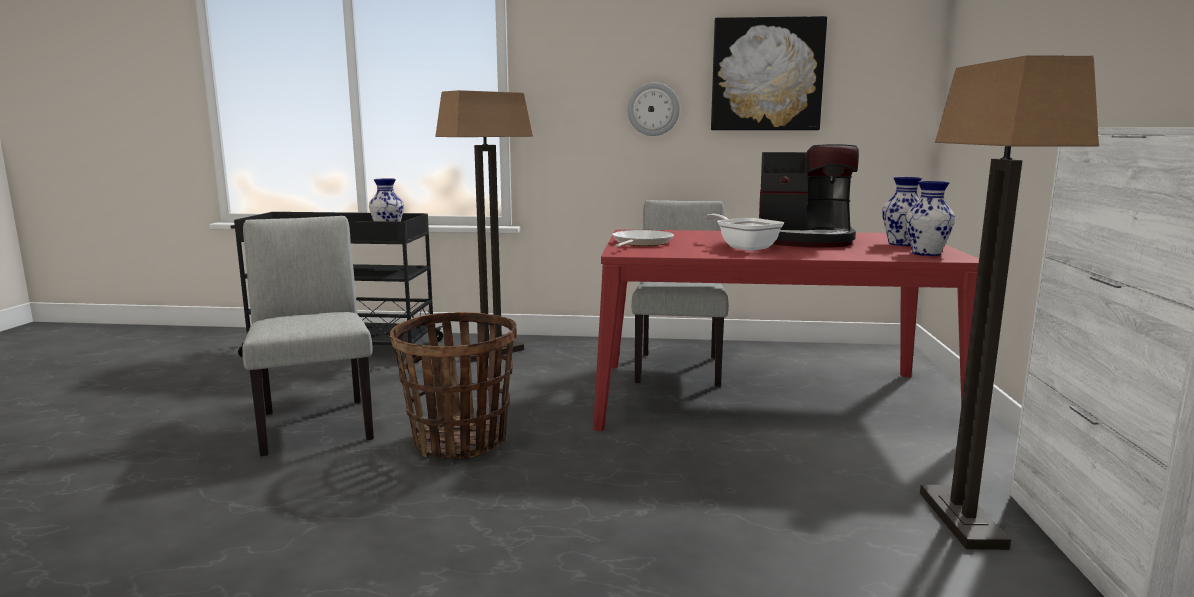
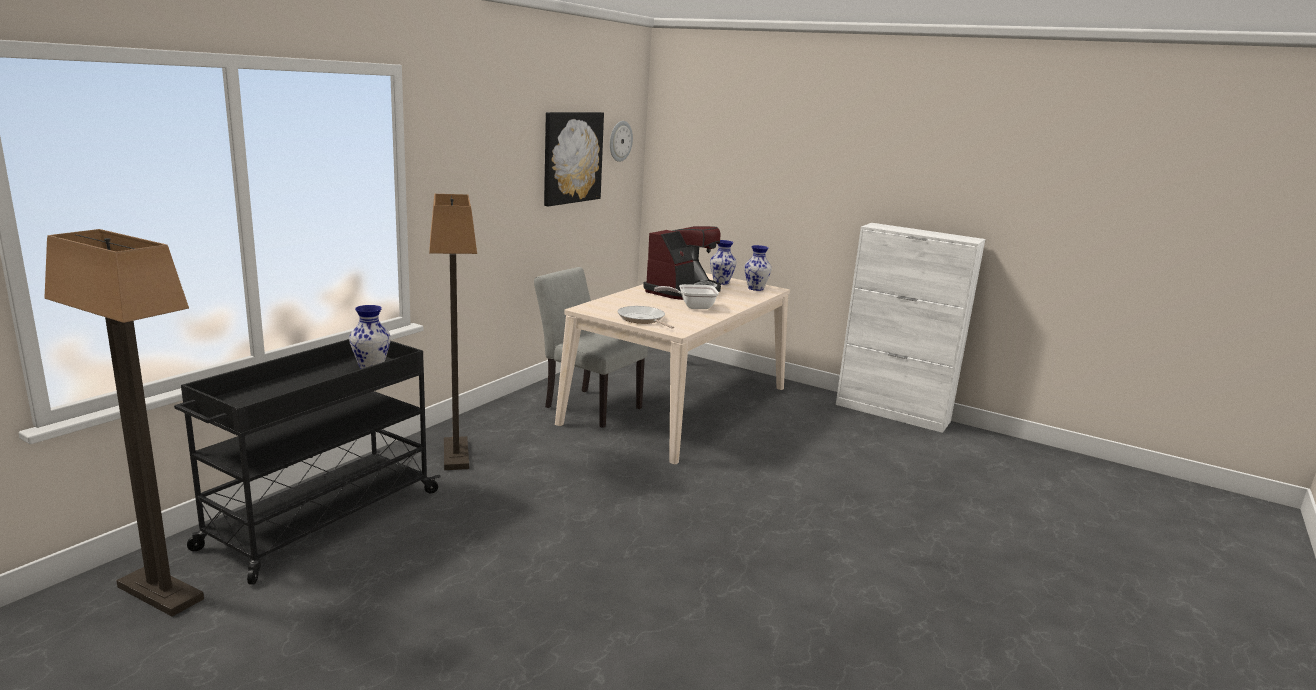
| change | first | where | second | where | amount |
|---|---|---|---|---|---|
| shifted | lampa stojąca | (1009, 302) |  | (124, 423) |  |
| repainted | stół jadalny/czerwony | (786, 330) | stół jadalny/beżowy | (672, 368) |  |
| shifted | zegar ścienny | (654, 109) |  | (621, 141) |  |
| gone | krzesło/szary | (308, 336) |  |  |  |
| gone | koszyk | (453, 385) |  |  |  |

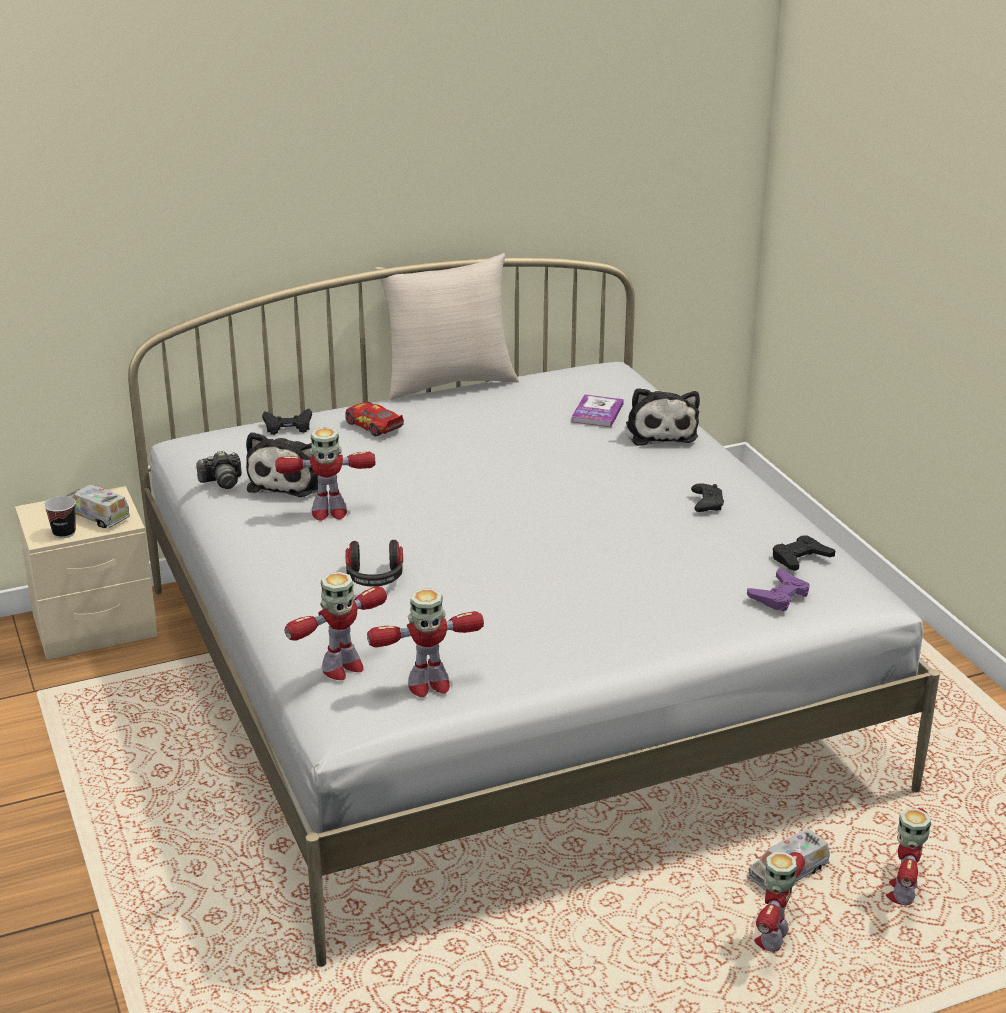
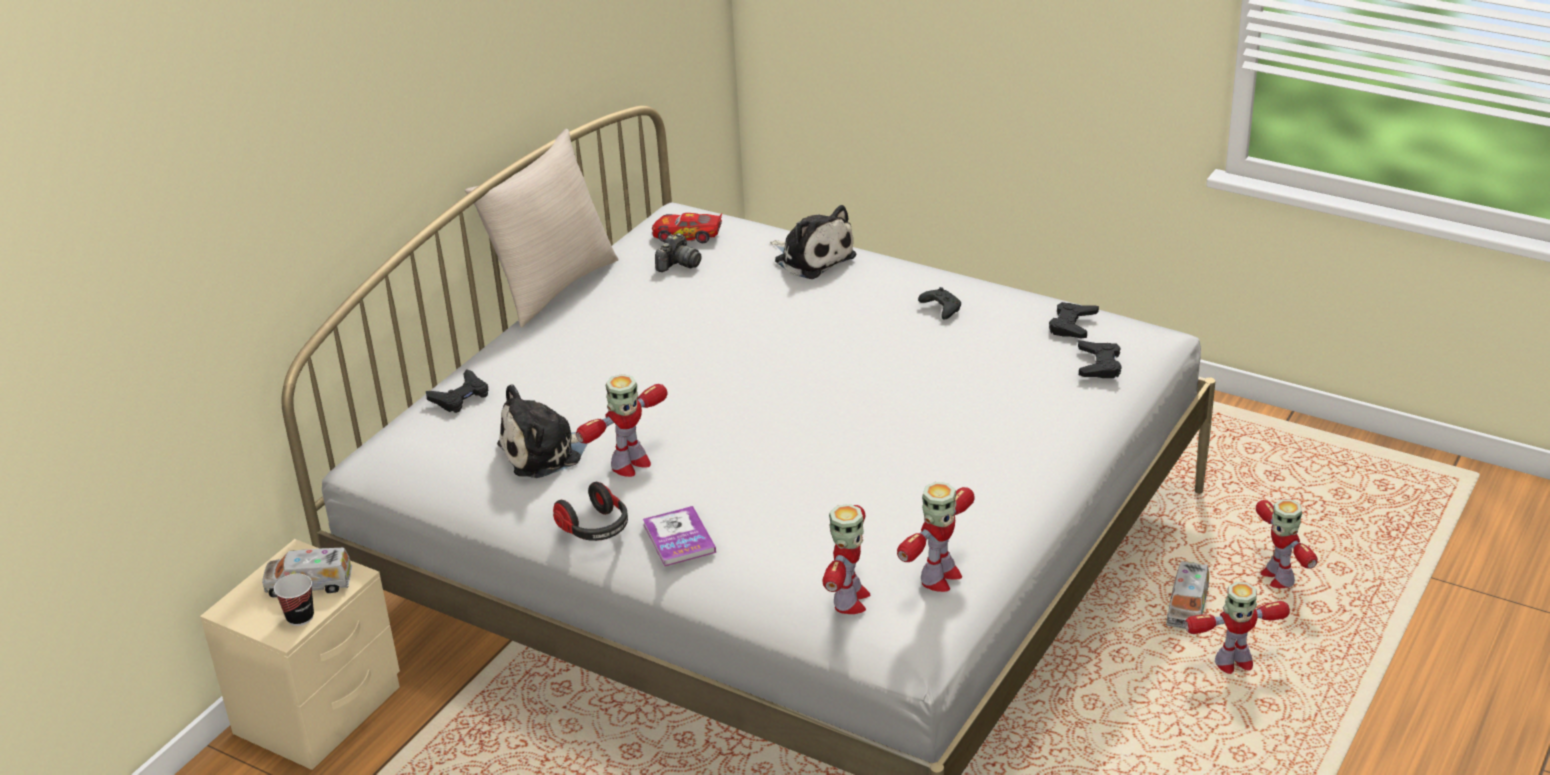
| change | first | where | second | where | amount |
|---|---|---|---|---|---|
| rotated | pluszak | (282, 464) |  | (542, 431) | 90 degrees clockwise |
| shifted | słuchawki | (374, 563) |  | (590, 511) |  |
| shifted | książka | (597, 410) |  | (679, 536) |  |
| shifted | samochodzik | (374, 419) |  | (687, 228) |  |
| shifted | aparat fotograficzny | (219, 469) |  | (678, 252) |  |
| repainted | pad do gier/fioletowy | (778, 589) | pad do gier/czarny | (1100, 359) |  |
| rotated | robot zabawkowy | (779, 902) |  | (1237, 628) | 90 degrees counterclockwise |

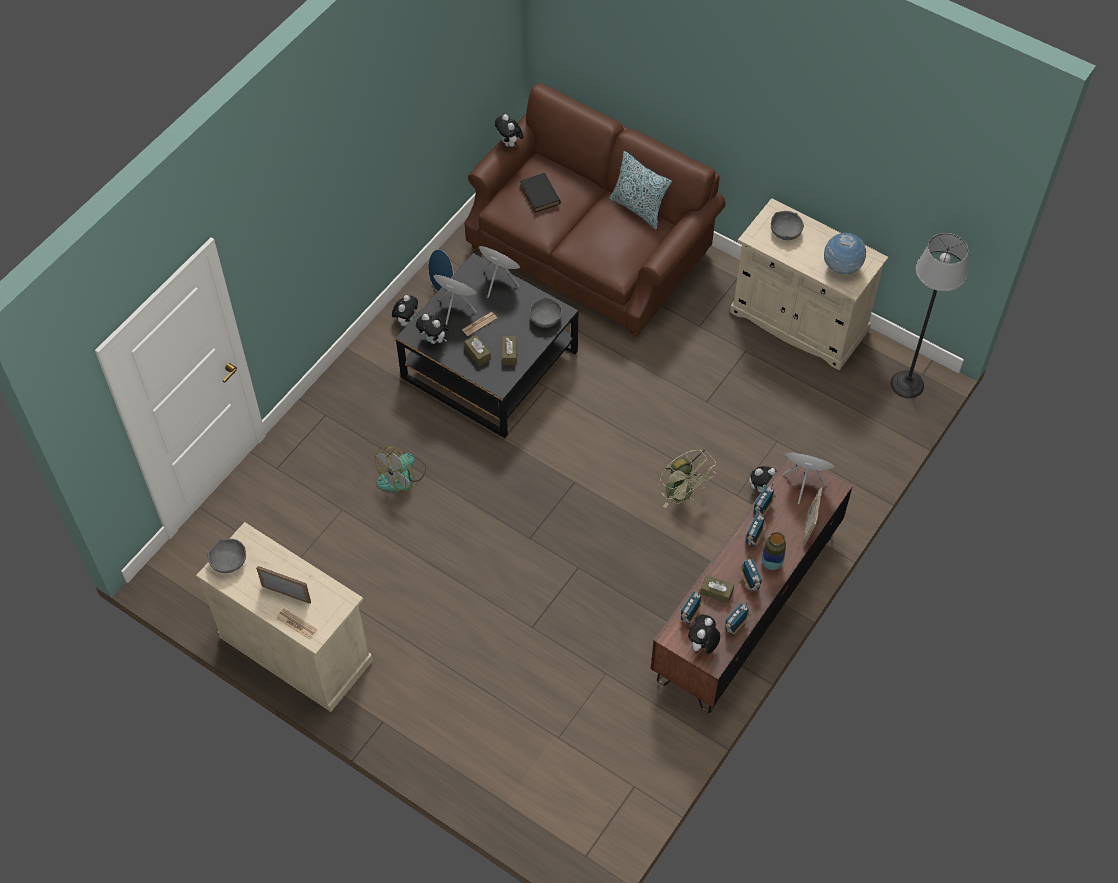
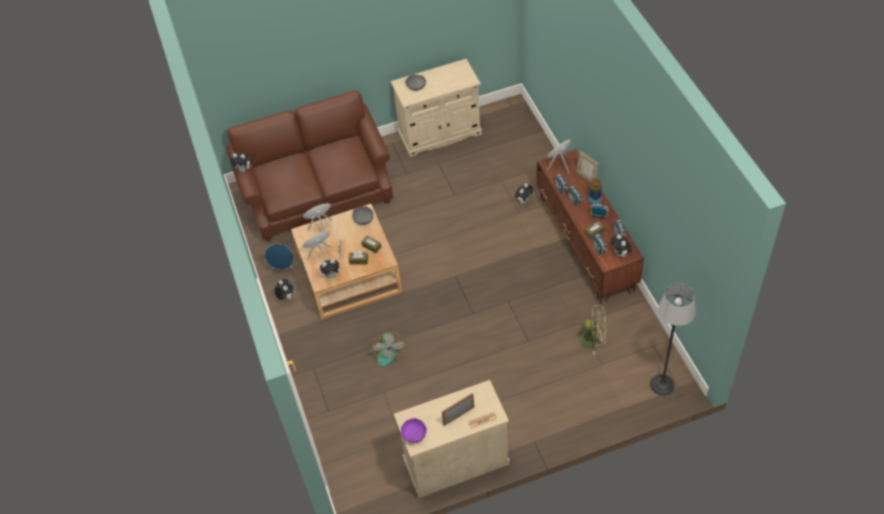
| change | first | where | second | where | amount |
|---|---|---|---|---|---|
| repainted | ława/czarny | (487, 345) | ława/beżowy | (346, 261) |  |
| repainted | miska/szary | (226, 556) | miska/fioletowy | (414, 430) |  |
| shifted | wentylator/zielony | (687, 478) |  | (590, 330) |  |
| shifted | lampa stojąca | (929, 315) |  | (673, 339) |  |
| gone | książka/czarny | (540, 193) |  |  |  |
| gone | poduszka | (641, 190) |  |  |  |
| gone | globus | (845, 254) |  |  |  |

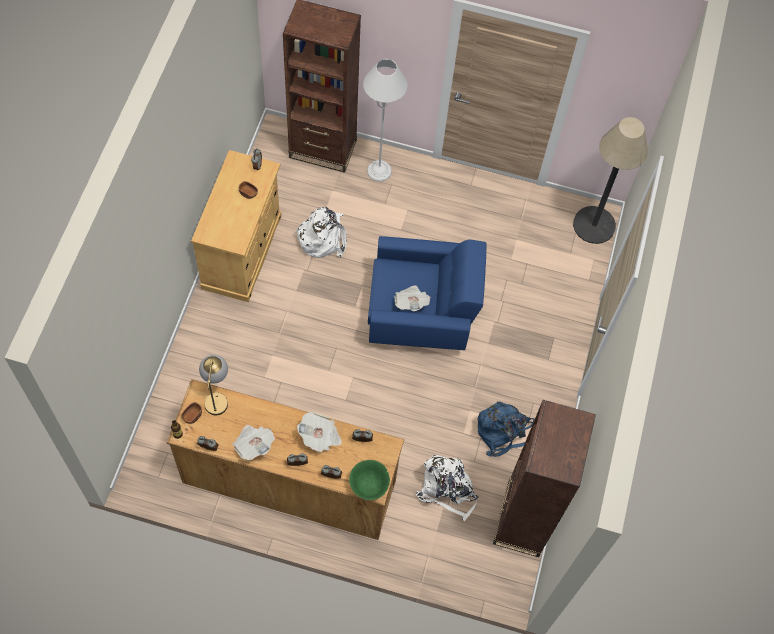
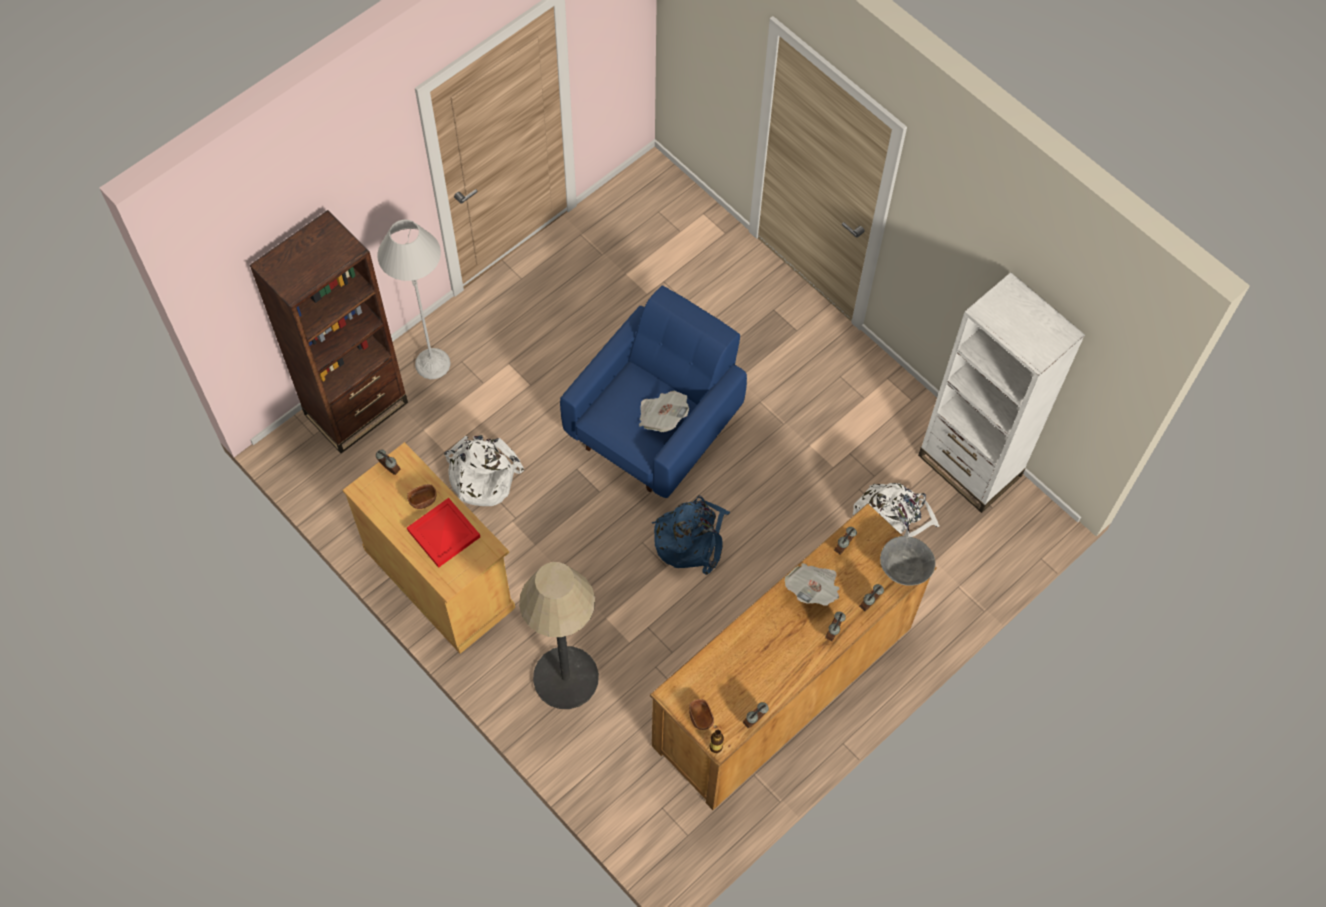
| change | first | where | second | where | amount |
|---|---|---|---|---|---|
| new |  |  | taca/czerwony | (443, 533) |  |
| shifted | lampa stojąca | (610, 180) |  | (559, 635) |  |
| shifted | plecak/niebieski | (506, 429) |  | (691, 535) |  |
| repainted | miska/zielony | (369, 480) | miska/szary | (908, 561) |  |
| repainted | regał/brązowy | (544, 478) | regał/biały | (1001, 392) |  |
| gone | lampa stołowa | (213, 385) |  |  |  |
| gone | gazeta | (253, 442) |  |  |  |

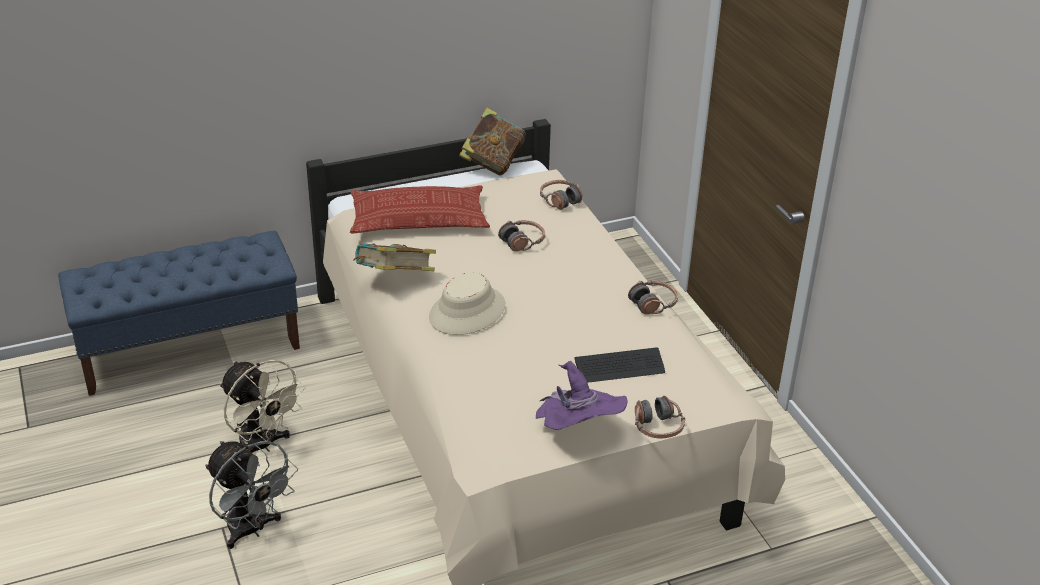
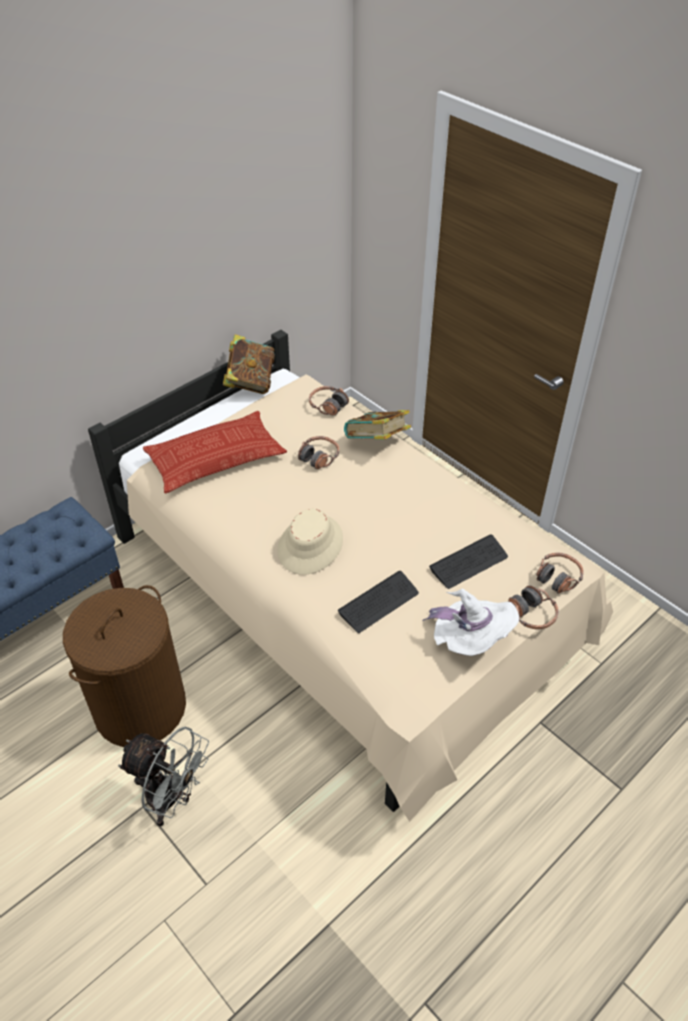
| change | first | where | second | where | amount |
|---|---|---|---|---|---|
| swapped | wentylator/beżowy | (263, 406) | kosz na pranie/brązowy | (124, 666) |  |
| new |  |  | klawiatura | (378, 602) |  |
| shifted | książka | (394, 257) |  | (377, 425) |  |
| repainted | kapelusz/fioletowy | (582, 395) | kapelusz/biały | (470, 622) |  |
| shifted | słuchawki | (653, 297) |  | (560, 573) |  |

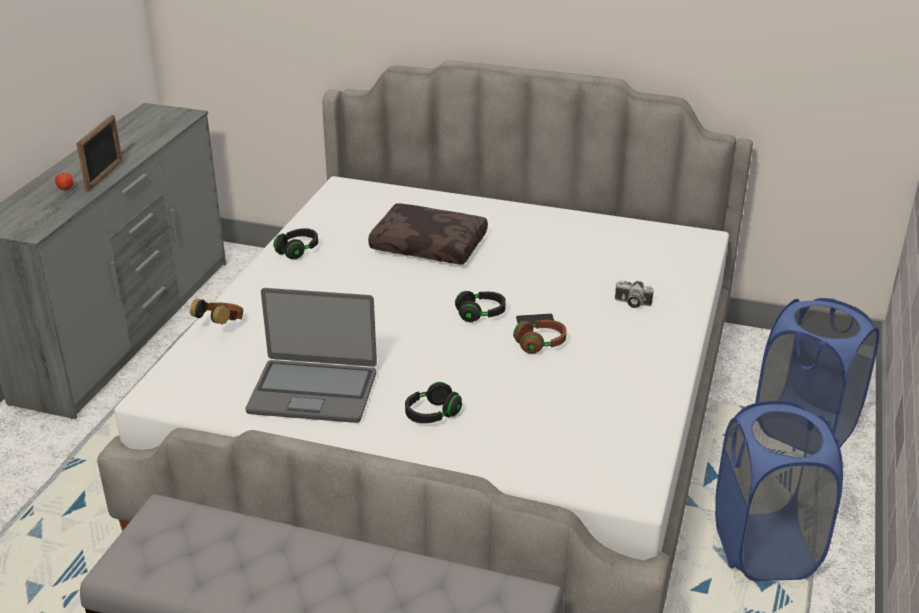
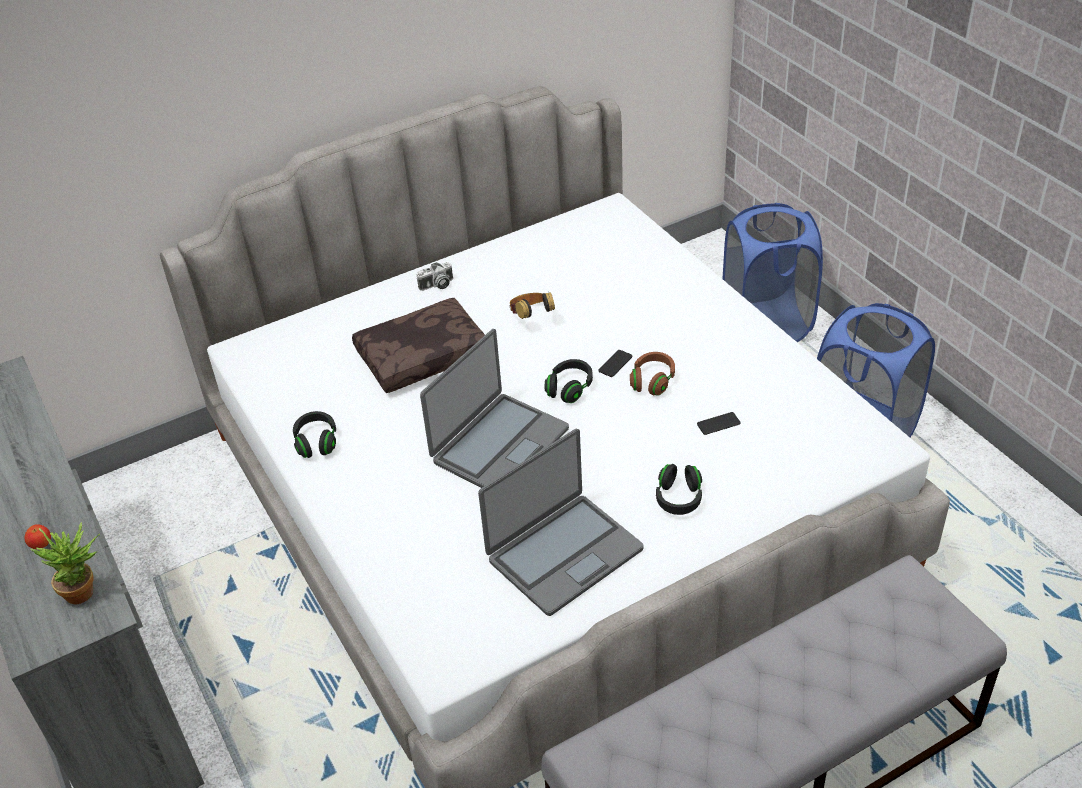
| change | first | where | second | where | amount |
|---|---|---|---|---|---|
| new |  |  | roślina doniczkowa | (65, 563) |  |
| shifted | aparat fotograficzny | (634, 294) |  | (435, 276) |  |
| new |  |  | laptop | (494, 408) |  |
| shifted | słuchawki | (217, 311) |  | (532, 305) |  |
| new |  |  | telefon | (718, 423) |  |
| gone | ramka na zdjęcie | (99, 153) |  |  |  |

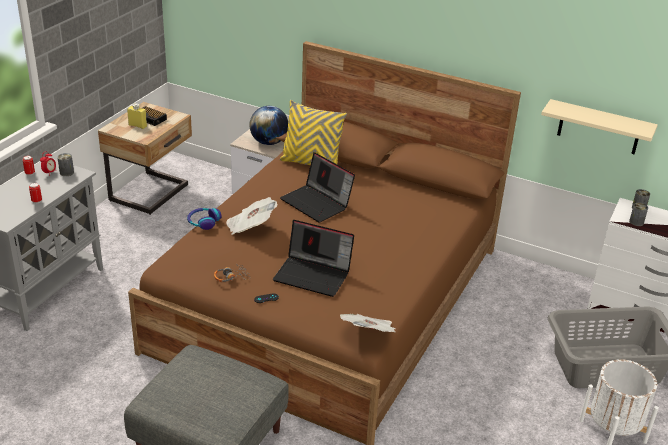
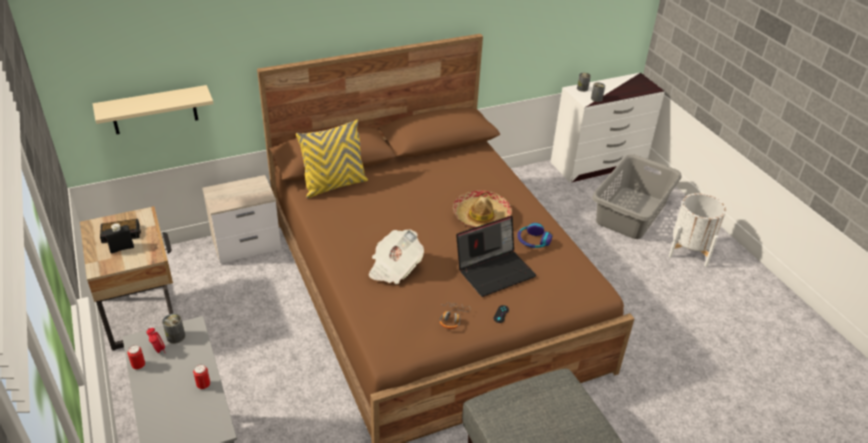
| change | first | where | second | where | amount |
|---|---|---|---|---|---|
| shifted | półka/beżowy | (599, 126) |  | (153, 109) |  |
| repainted | butelka/żółty | (137, 116) | butelka/czarny | (119, 238) |  |
| new |  |  | kapelusz | (482, 209) |  |
| shifted | słuchawki | (204, 219) |  | (534, 235) |  |
| gone | globus | (268, 125) |  |  |  |
| gone | laptop | (317, 187) |  |  |  |
| gone | gazeta | (368, 323) |  |  |  |

